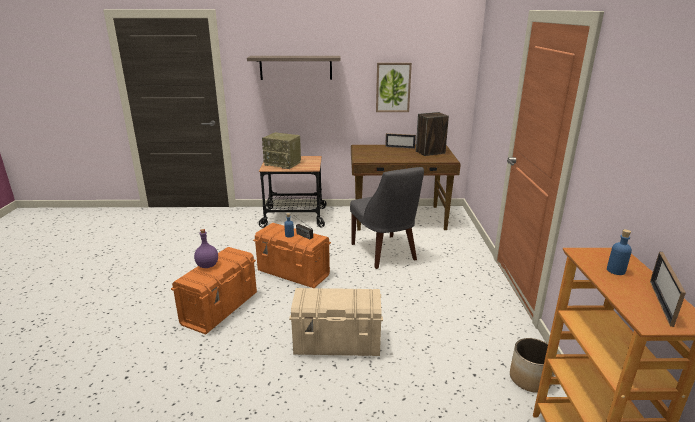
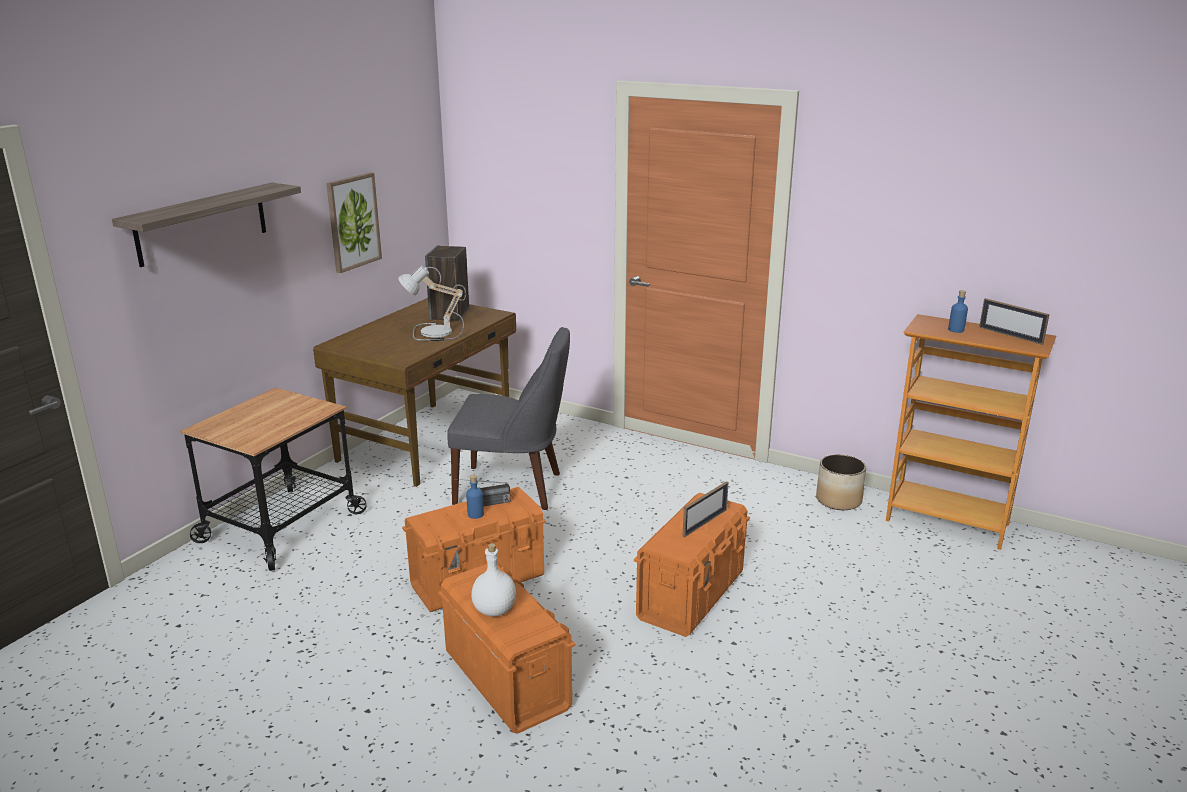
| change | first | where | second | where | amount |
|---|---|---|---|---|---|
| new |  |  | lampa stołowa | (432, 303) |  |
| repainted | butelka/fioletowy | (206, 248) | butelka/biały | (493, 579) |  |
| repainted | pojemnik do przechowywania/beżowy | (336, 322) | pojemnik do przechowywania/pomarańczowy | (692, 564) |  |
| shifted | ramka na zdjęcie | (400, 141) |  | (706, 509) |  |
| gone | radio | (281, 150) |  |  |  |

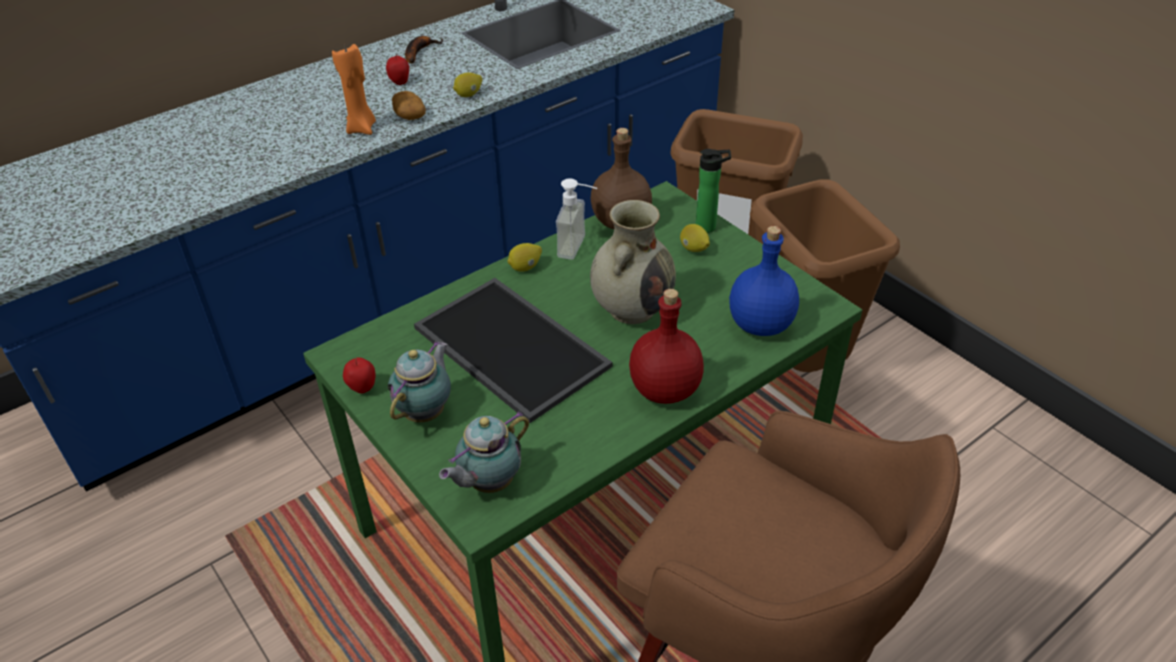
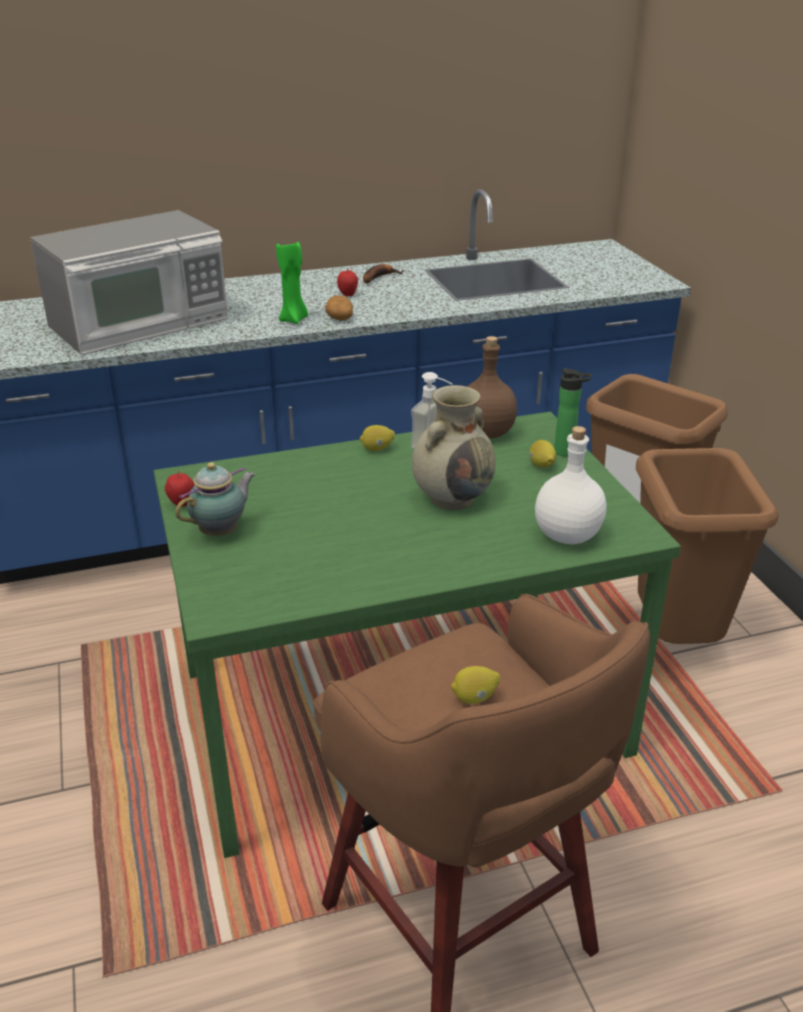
| change | first | where | second | where | amount |
|---|---|---|---|---|---|
| new |  |  | mikrofalówka | (129, 282) |  |
| repainted | świeca/pomarańczowy | (354, 89) | świeca/zielony | (292, 282) |  |
| shifted | cytryna | (467, 85) |  | (475, 685) |  |
| repainted | butelka/niebieski | (764, 281) | butelka/biały | (571, 485) |  |
| gone | taca | (513, 350) |  |  |  |
| gone | imbryk | (484, 452) |  |  |  |
| gone | butelka/czerwony | (666, 346) |  |  |  |

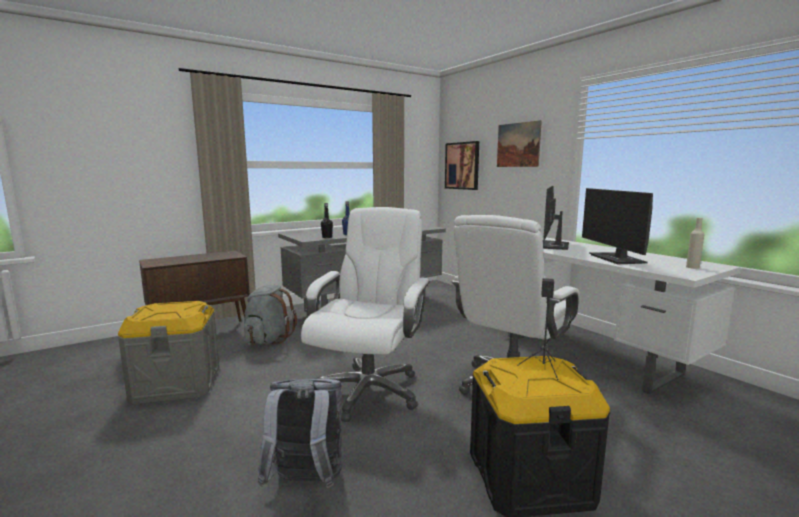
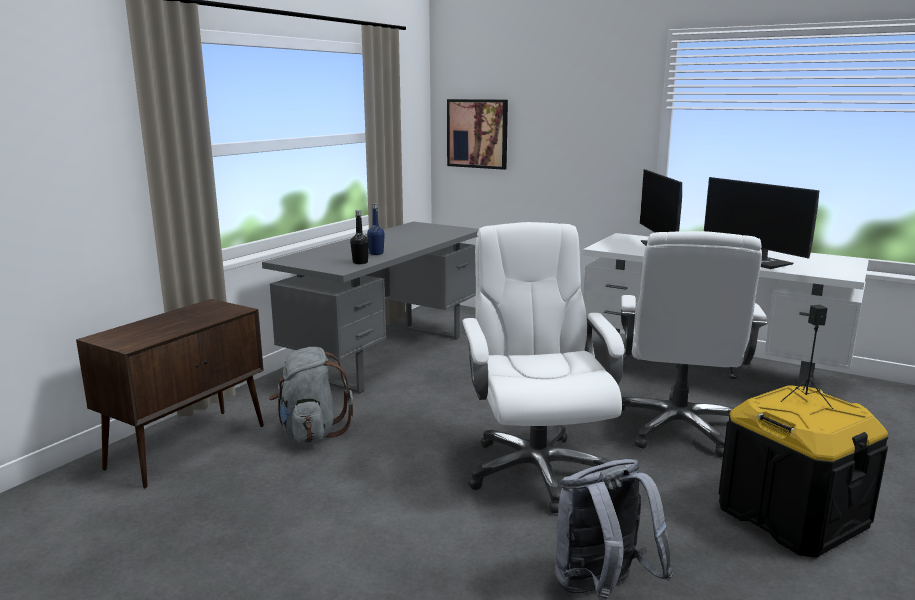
| change | first | where | second | where | amount |
|---|---|---|---|---|---|
| gone | pojemnik do przechowywania/szary | (168, 352) |  |  |  |
| gone | obraz | (519, 143) |  |  |  |
| gone | butelka/beżowy | (695, 243) |  |  |  |

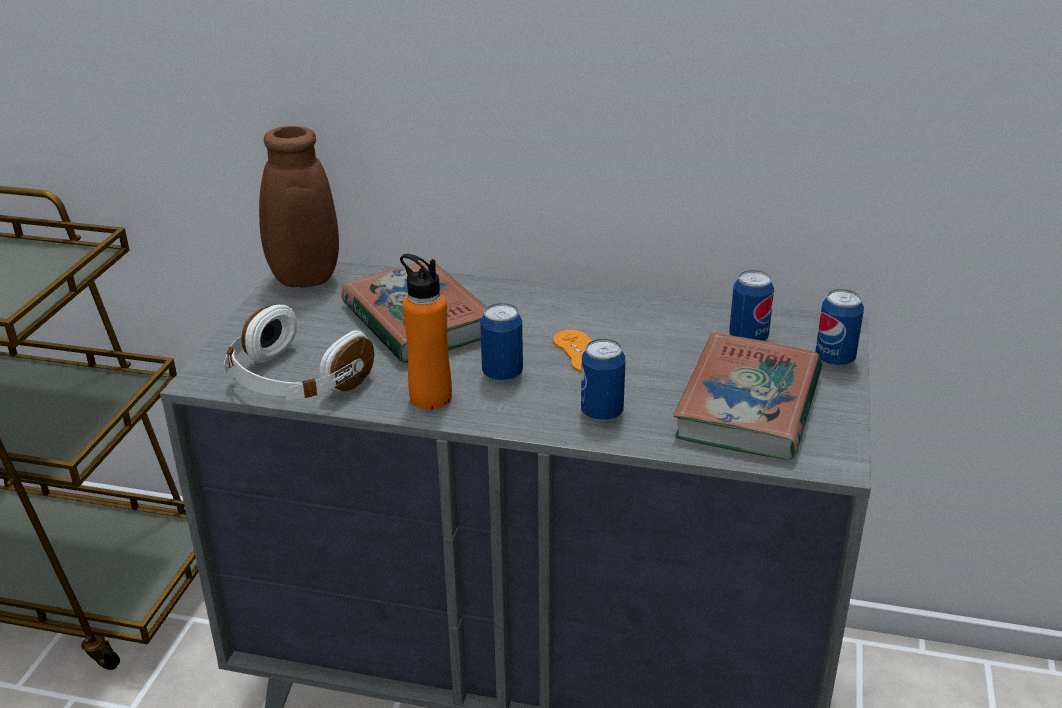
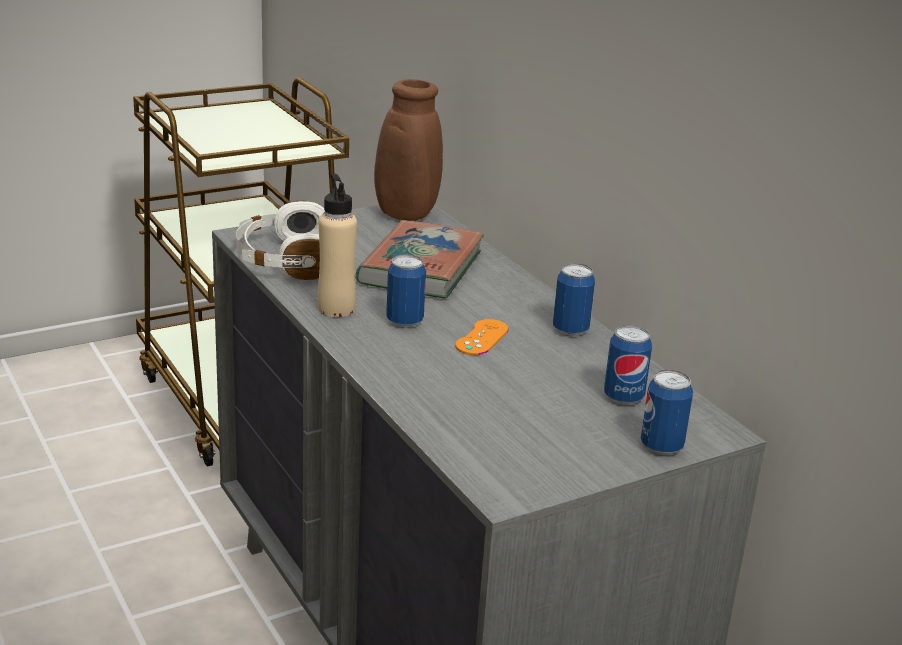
| change | first | where | second | where | amount |
|---|---|---|---|---|---|
| repainted | butelka/pomarańczowy | (426, 332) | butelka/beżowy | (337, 245) |  |
| shifted | puszka | (603, 380) |  | (574, 299) |  |
| gone | książka | (747, 396) |  |  |  |

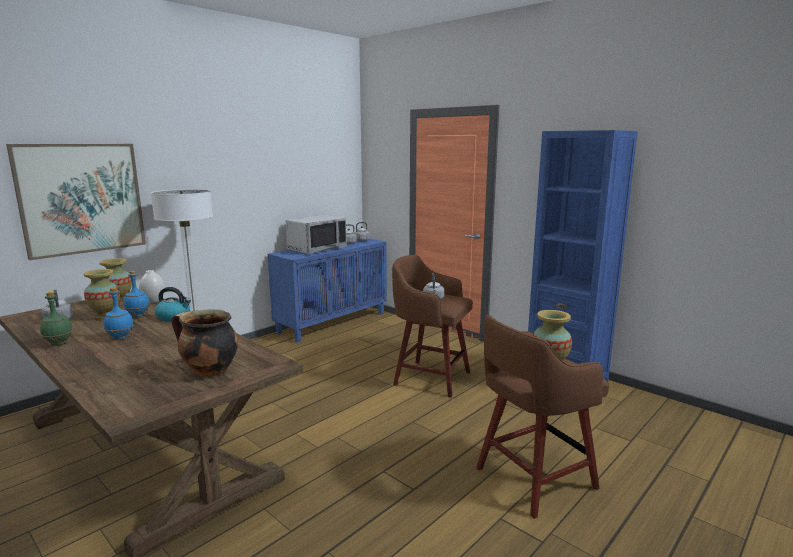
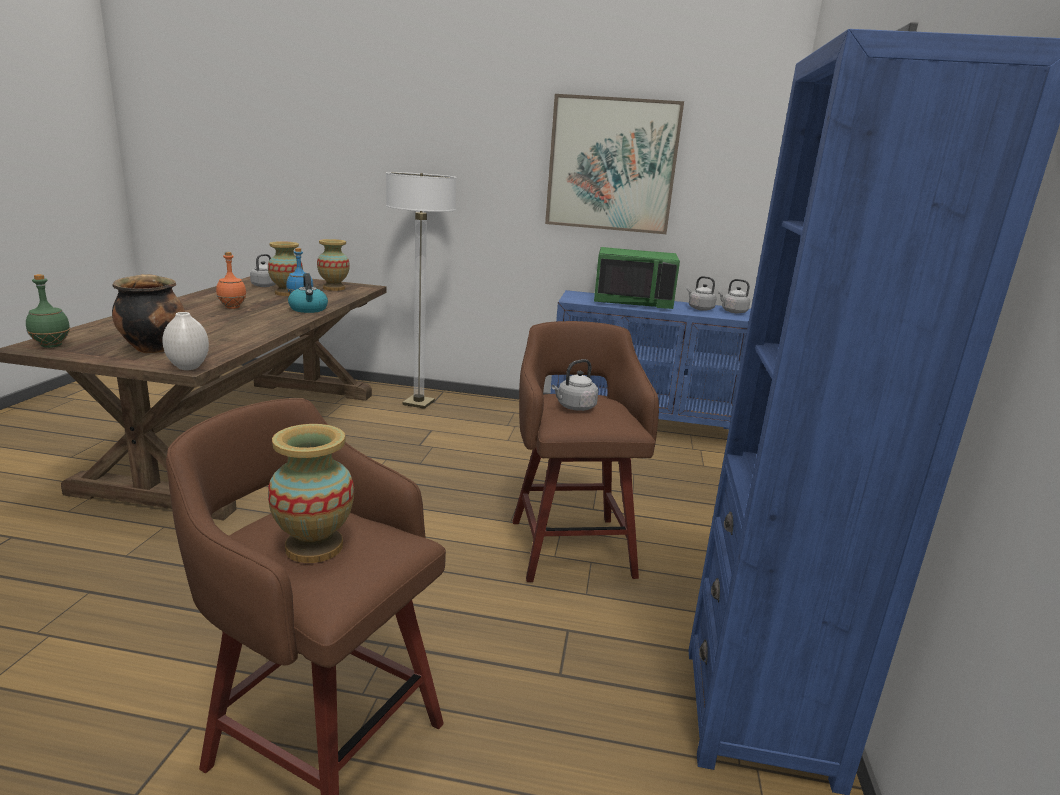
| change | first | where | second | where | amount |
|---|---|---|---|---|---|
| shifted | butelka/zielony | (56, 319) |  | (48, 311) |  |
| shifted | wazon/biały | (152, 286) |  | (186, 341) |  |
| repainted | butelka/niebieski | (119, 313) | butelka/pomarańczowy | (231, 280) |  |
| shifted | obraz | (76, 202) |  | (614, 164) |  |
| repainted | mikrofalówka/szary | (316, 234) | mikrofalówka/zielony | (637, 278) |  |

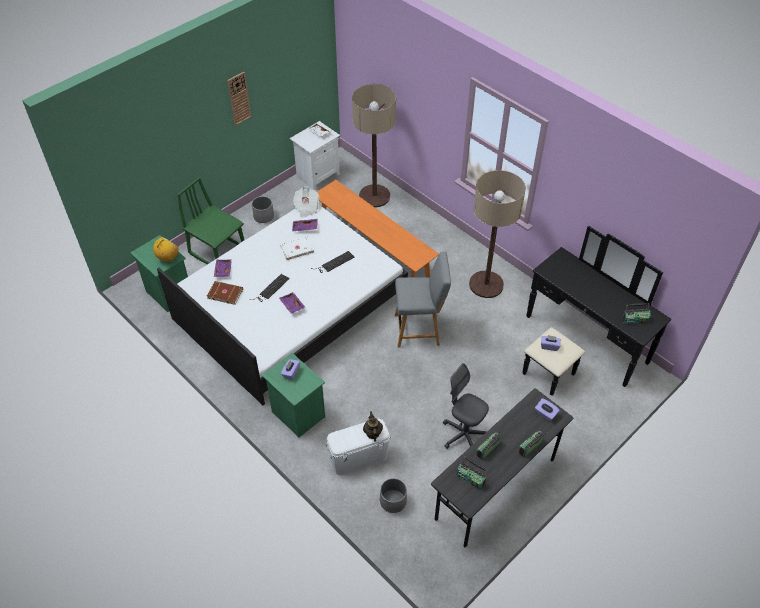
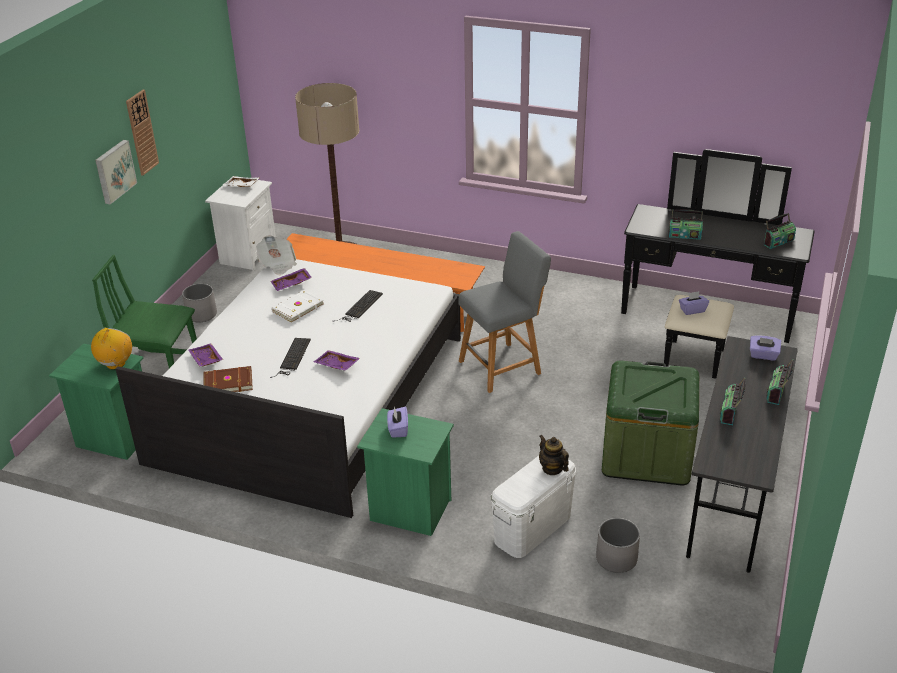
| change | first | where | second | where | amount |
|---|---|---|---|---|---|
| new |  |  | obraz | (116, 172) |  |
| swapped | krzesło biurowe/szary | (466, 406) | pojemnik do przechowywania/zielony | (650, 423) |  |
| shifted | radio | (472, 473) |  | (685, 224) |  |
| gone | lampa stojąca | (497, 234) |  |  |  |

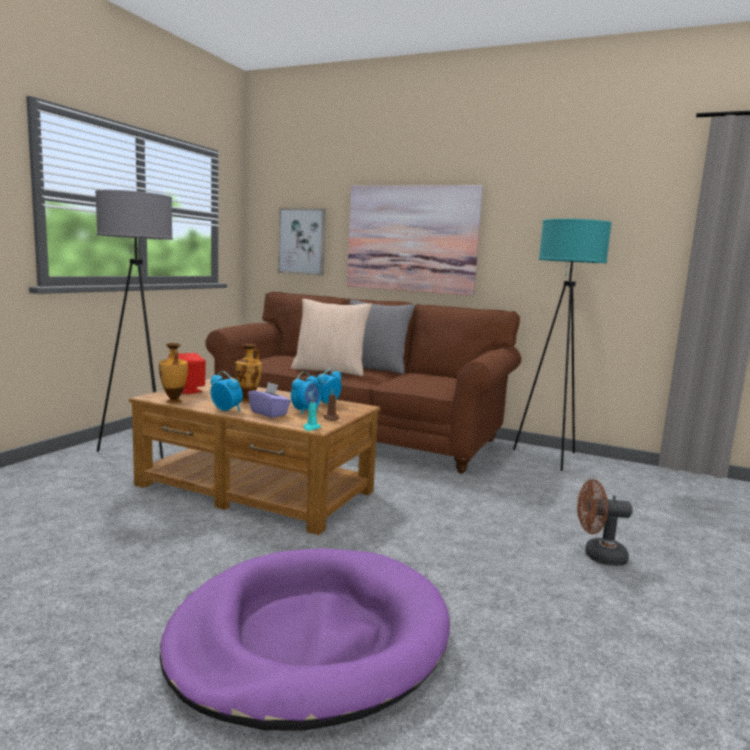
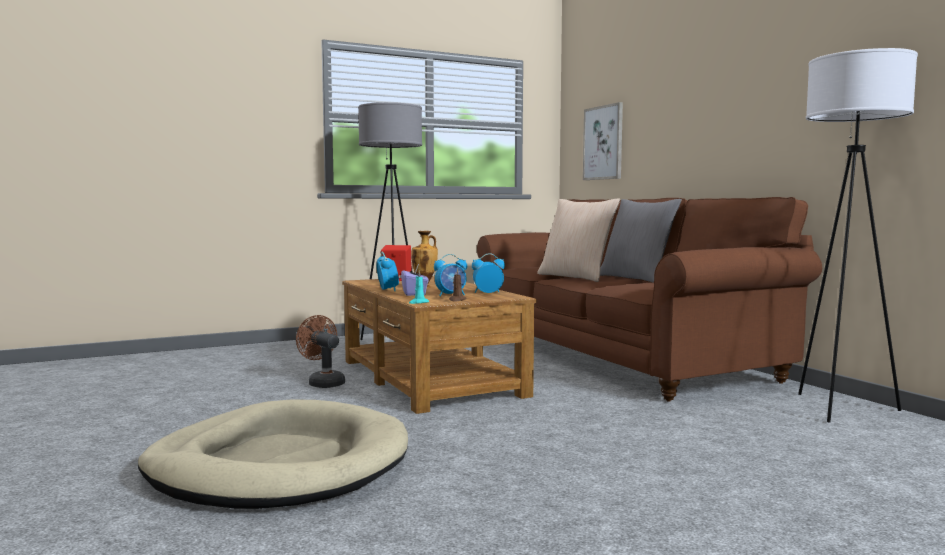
| change | first | where | second | where | amount |
|---|---|---|---|---|---|
| repainted | legowisko/fioletowy | (305, 639) | legowisko/beżowy | (273, 454) |  |
| shifted | wentylator/brązowy | (605, 522) |  | (320, 351) |  |
| repainted | lampa stojąca/turkusowy | (562, 345) | lampa stojąca/biały | (858, 235) |  |
| gone | wazon | (173, 373) |  |  |  |
| gone | obraz | (415, 240) |  |  |  |

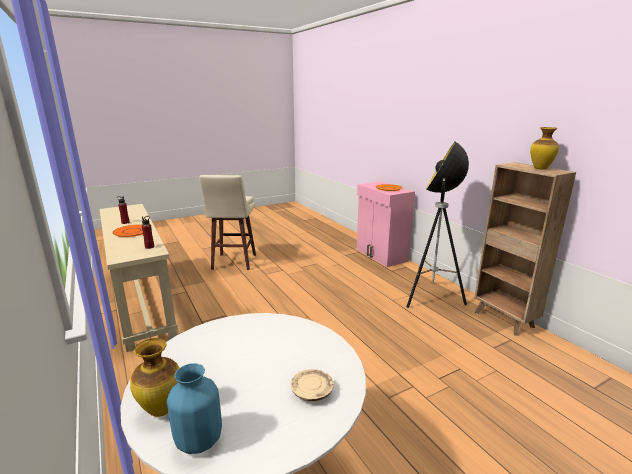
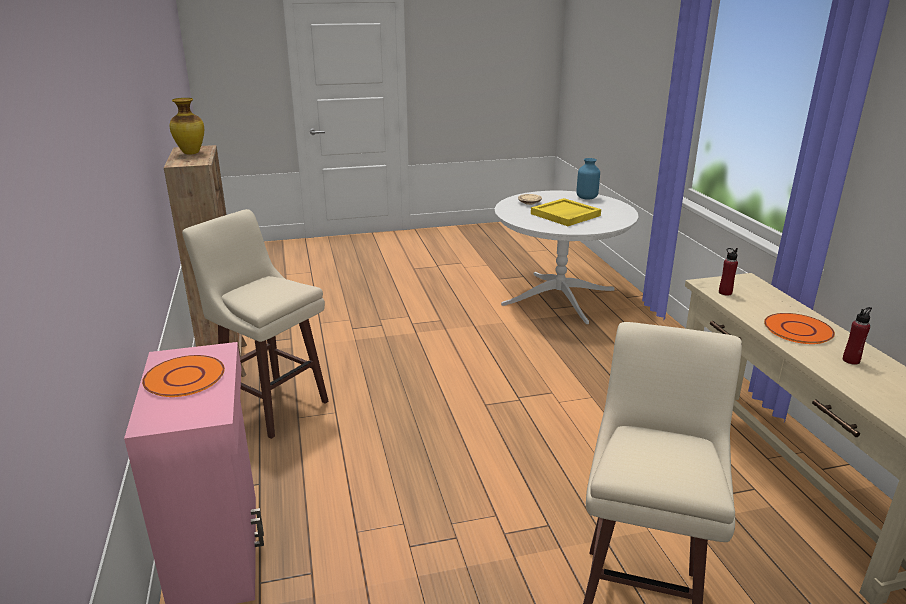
| change | first | where | second | where | amount |
|---|---|---|---|---|---|
| swapped | lampa stojąca | (437, 225) | stołek/beżowy | (255, 324) |  |
| new |  |  | taca/żółty | (566, 212) |  |
| gone | wazon | (155, 377) |  |  |  |

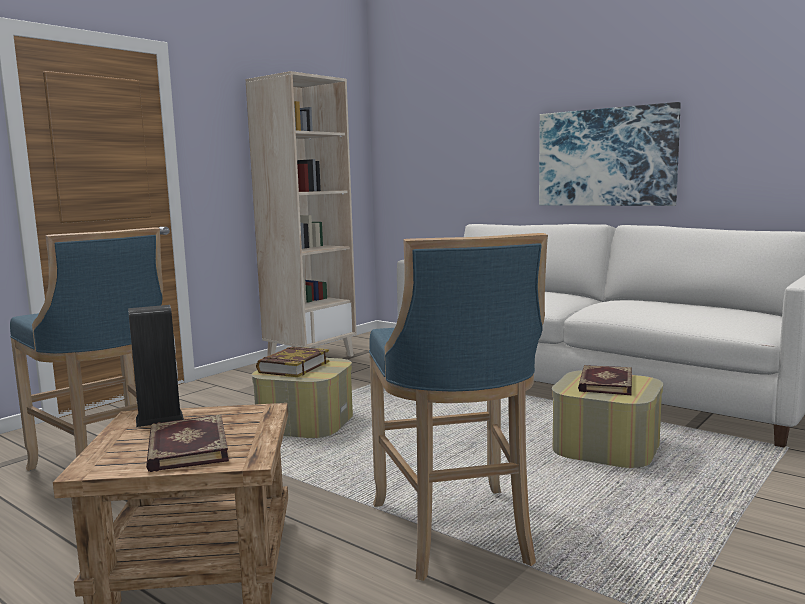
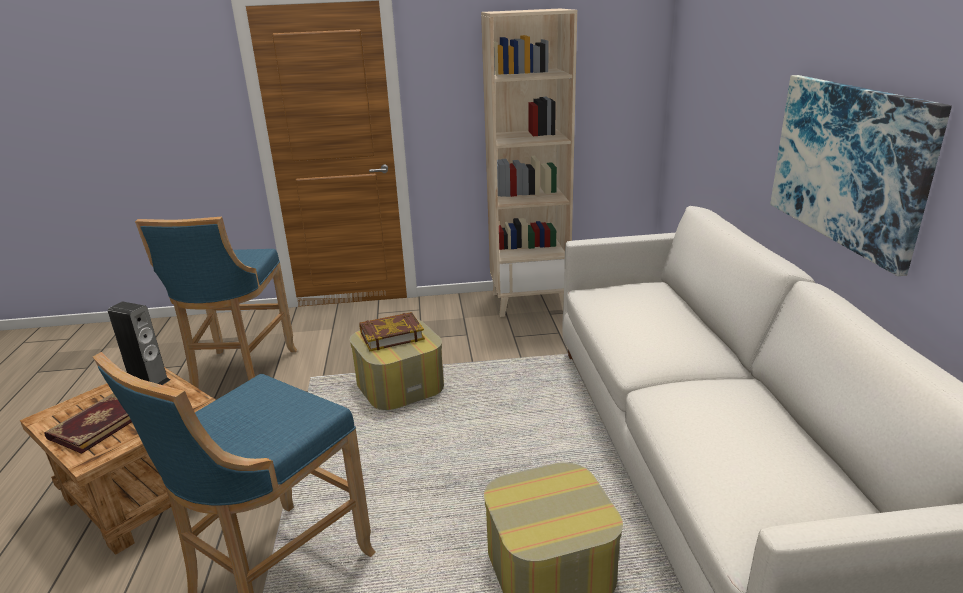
| change | first | where | second | where | amount |
|---|---|---|---|---|---|
| gone | książka | (605, 380) |  |  |  |

